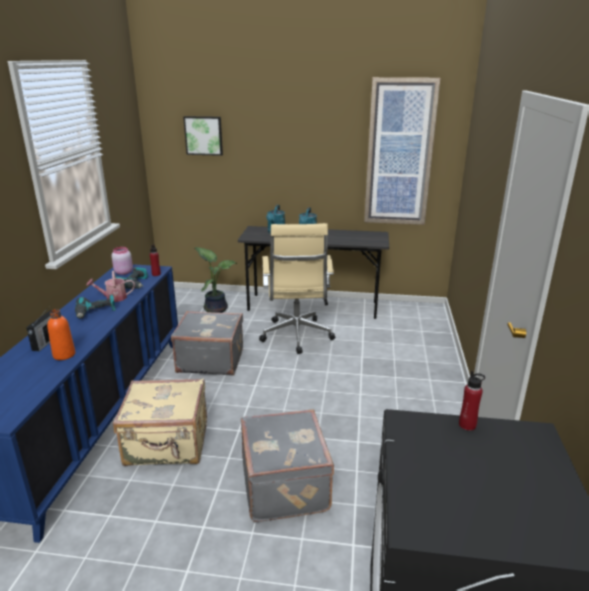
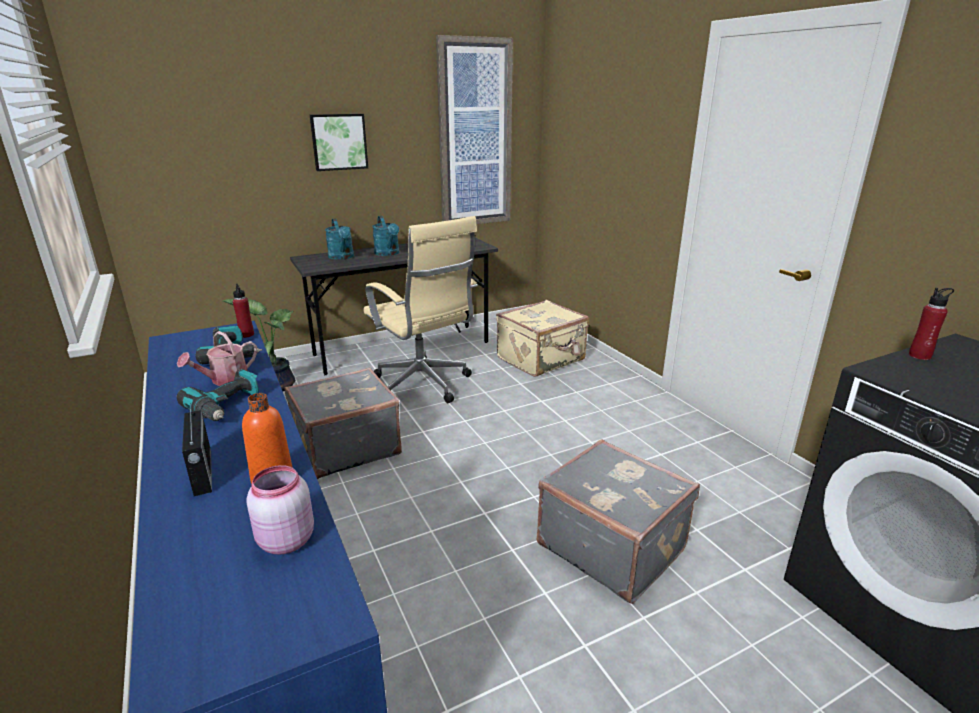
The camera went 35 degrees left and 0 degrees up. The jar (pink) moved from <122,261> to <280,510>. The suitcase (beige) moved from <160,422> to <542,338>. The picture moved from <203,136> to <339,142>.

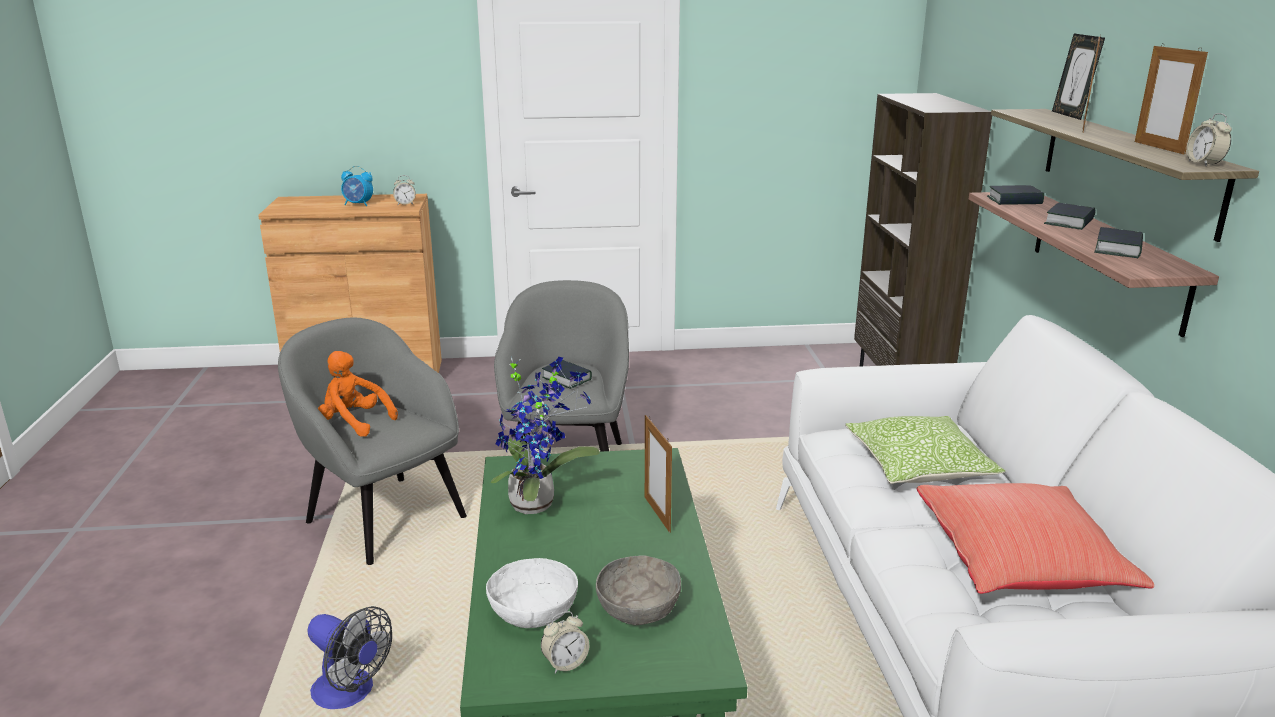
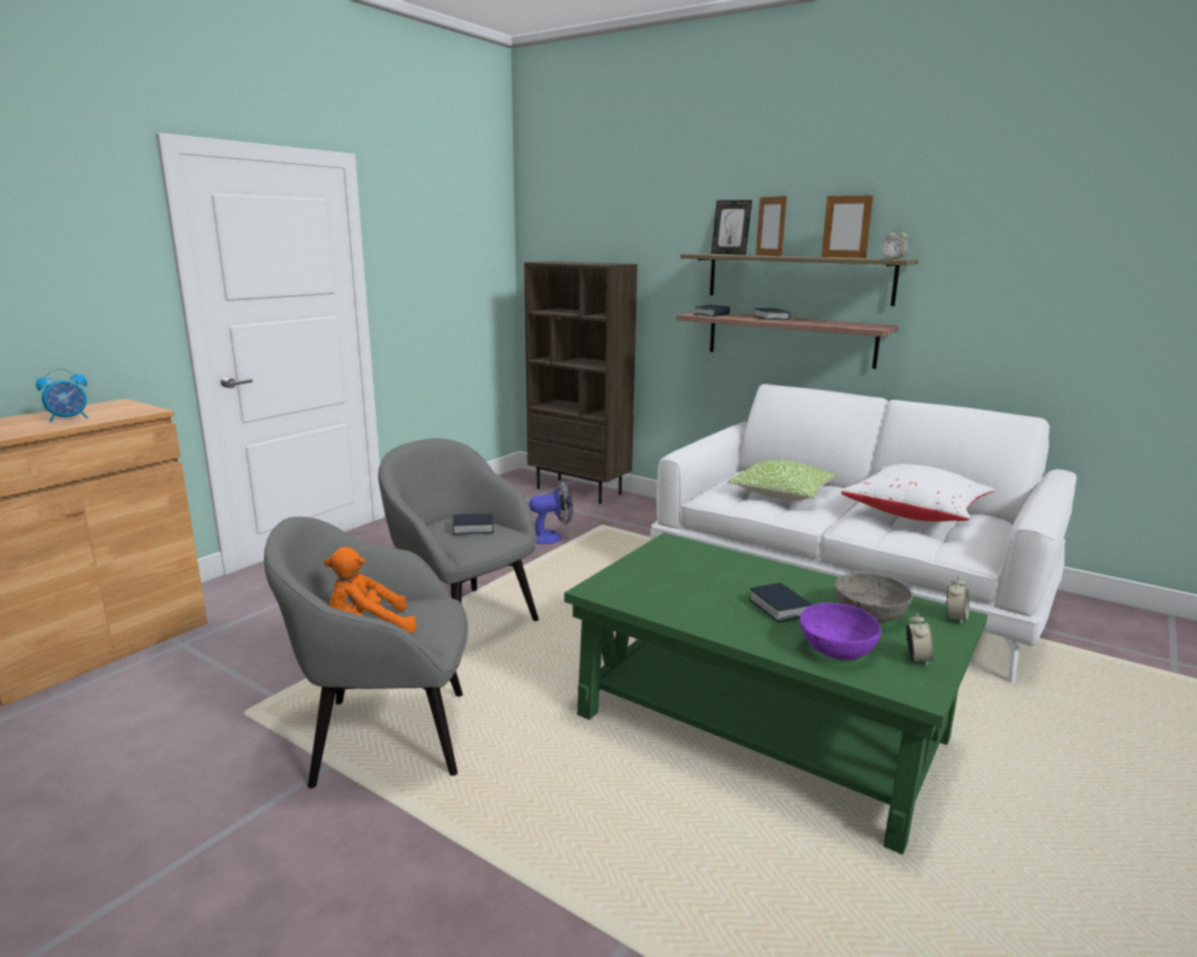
The camera went 50 degrees left and 5 degrees down. The fan moved from <350,657> to <551,512>. The alarm clock moved from <404,190> to <957,600>. The bowl (white) at <532,593> became the bowl (purple) at <840,631>. The potted plant at <545,435> disappeared. The picture frame at <658,474> disappeared. The pillow (red) at <1035,538> became the pillow (white) at <918,492>. The book moved from <1118,242> to <780,603>.

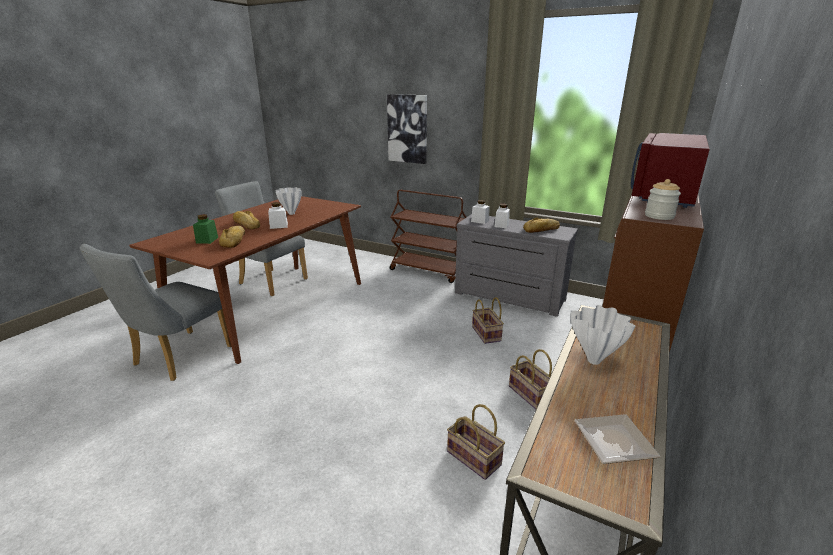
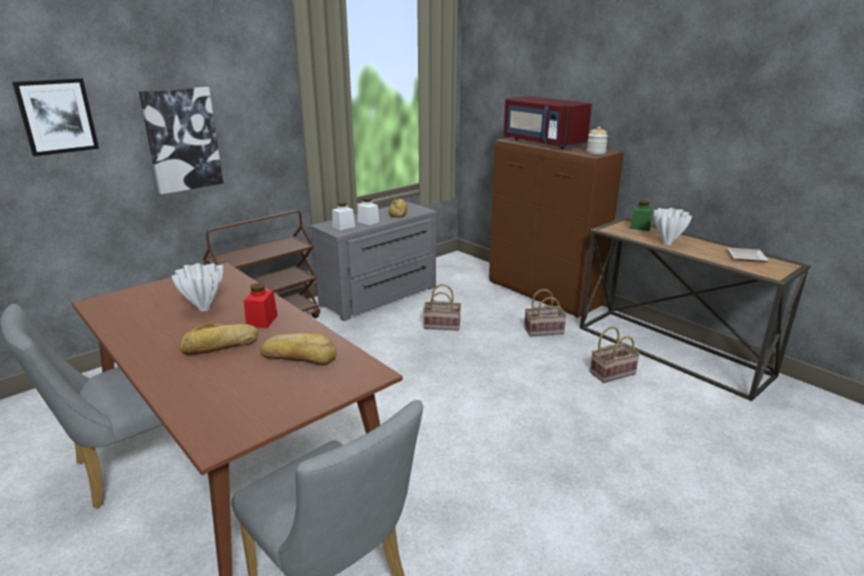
The camera went 70 degrees left and 0 degrees up. The jar (green) moved from <205,229> to <641,216>. The jar (white) at <278,215> became the jar (red) at <261,305>. The picture at <55,117> appeared.

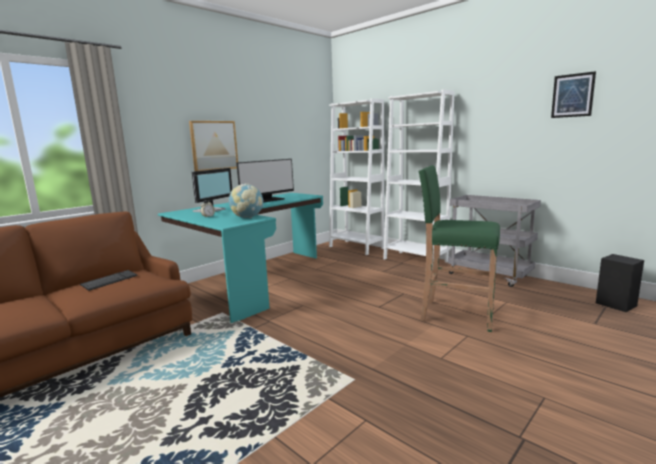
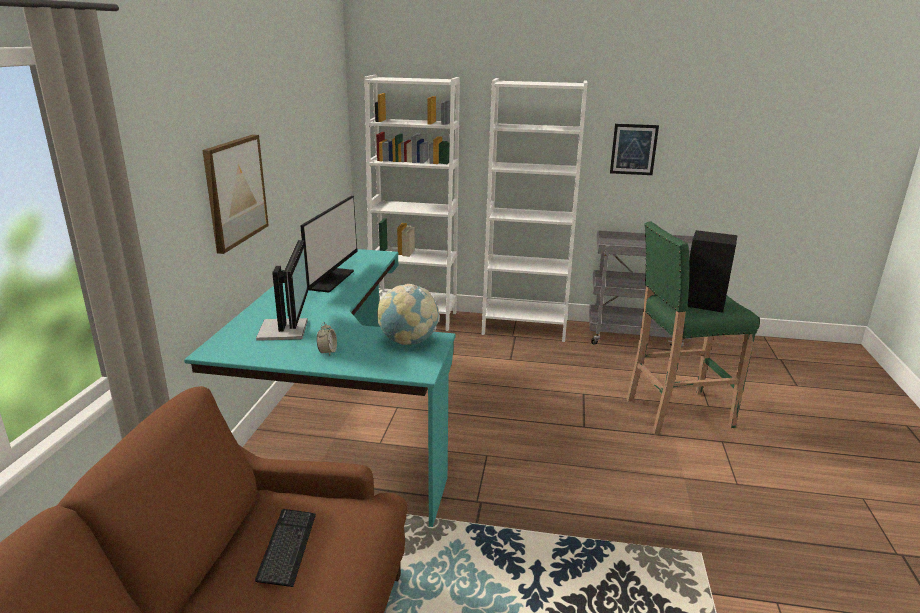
The camera went 35 degrees left and 10 degrees up. The picture moved from <573,94> to <634,149>. The speaker (black) moved from <620,283> to <712,271>.

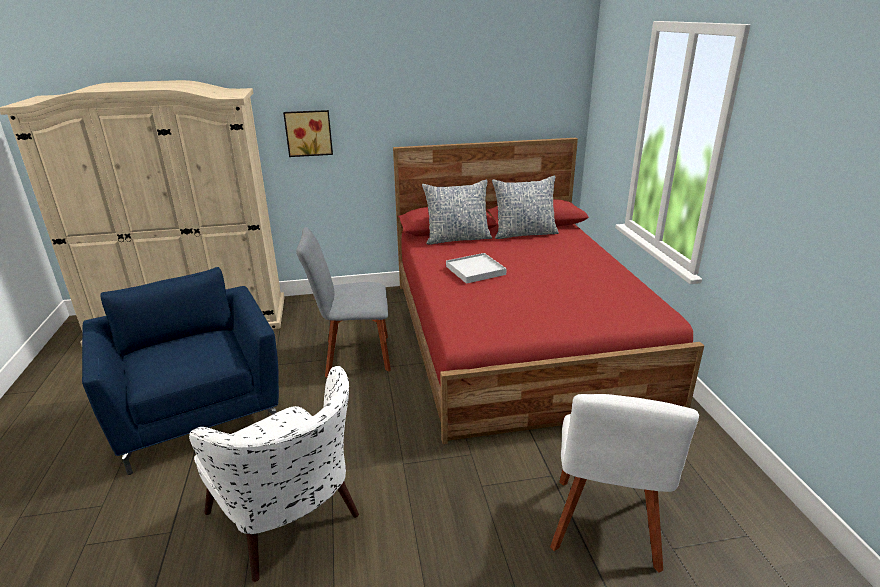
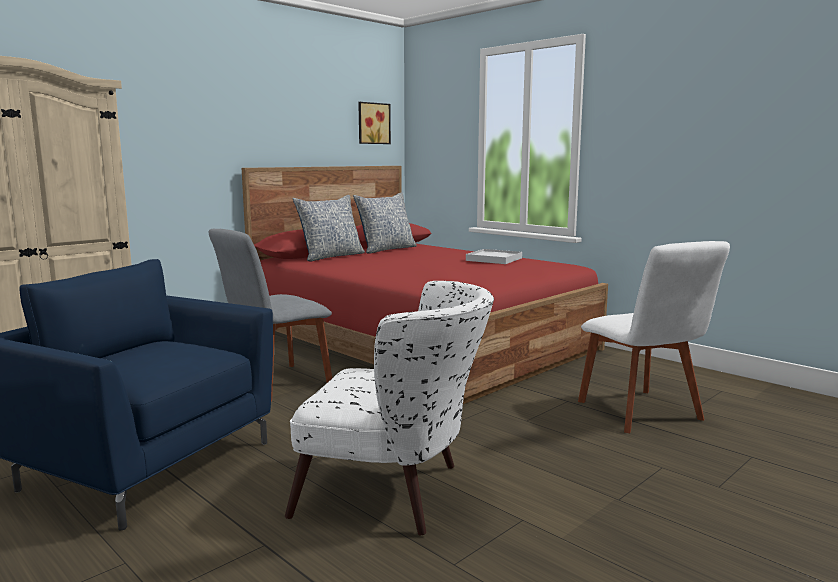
The camera went 35 degrees left and 15 degrees down. The picture moved from <308,133> to <374,123>. The tray (white) moved from <476,268> to <494,256>.

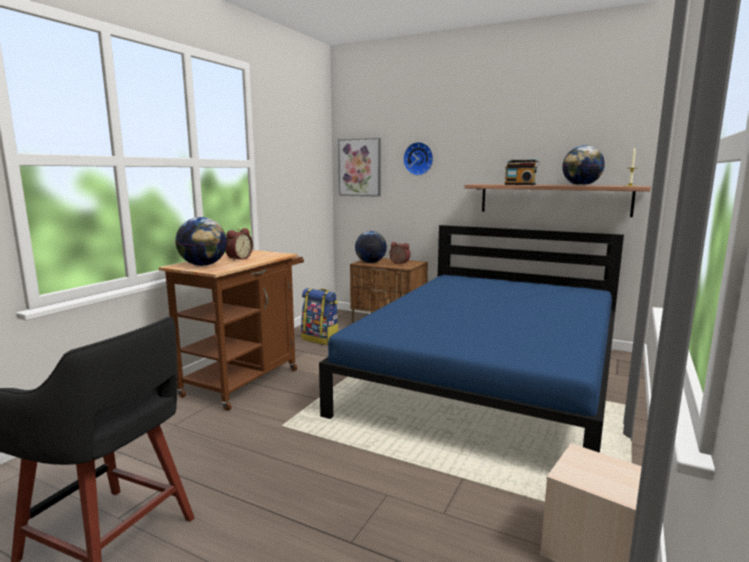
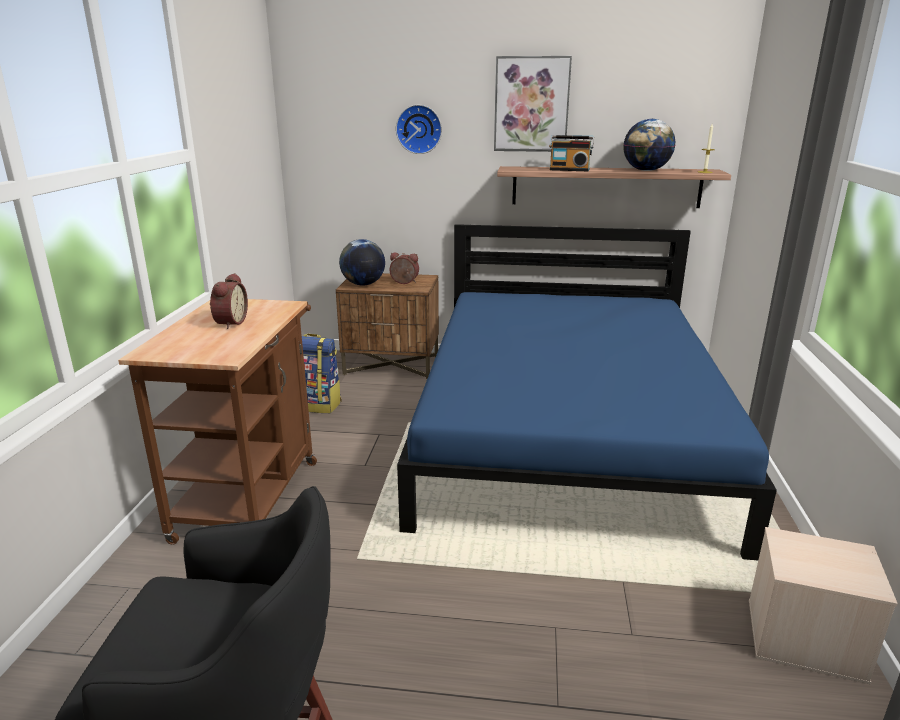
The camera went 20 degrees left and 10 degrees up. The globe at <201,241> disappeared. The picture moved from <359,167> to <533,104>.

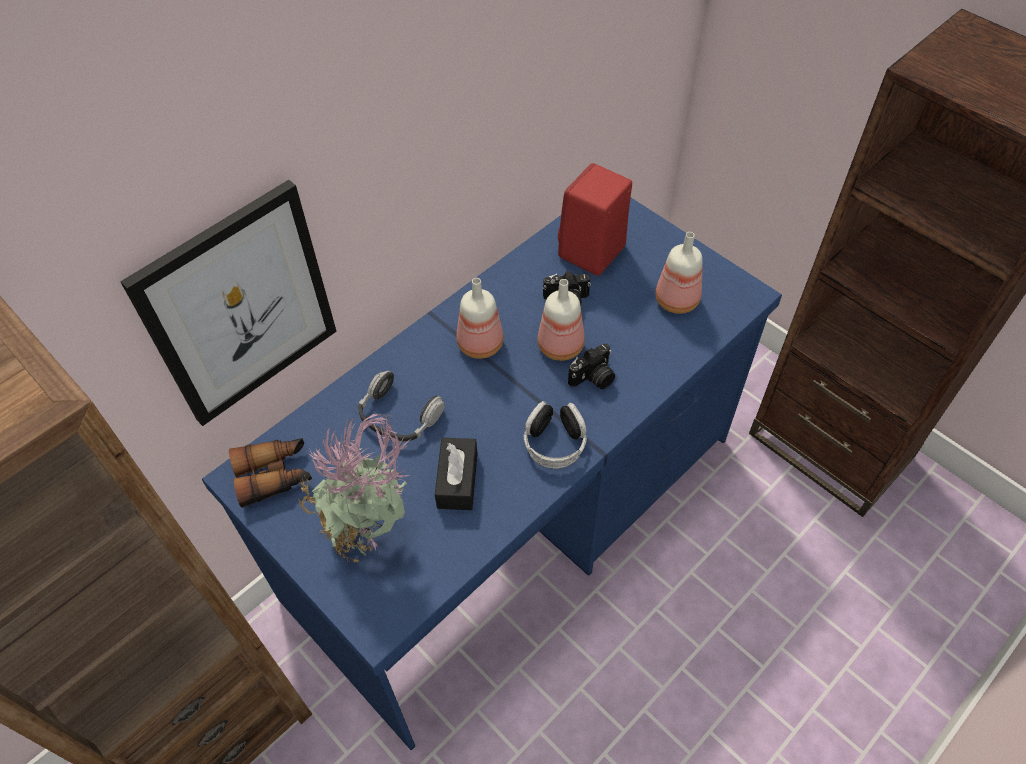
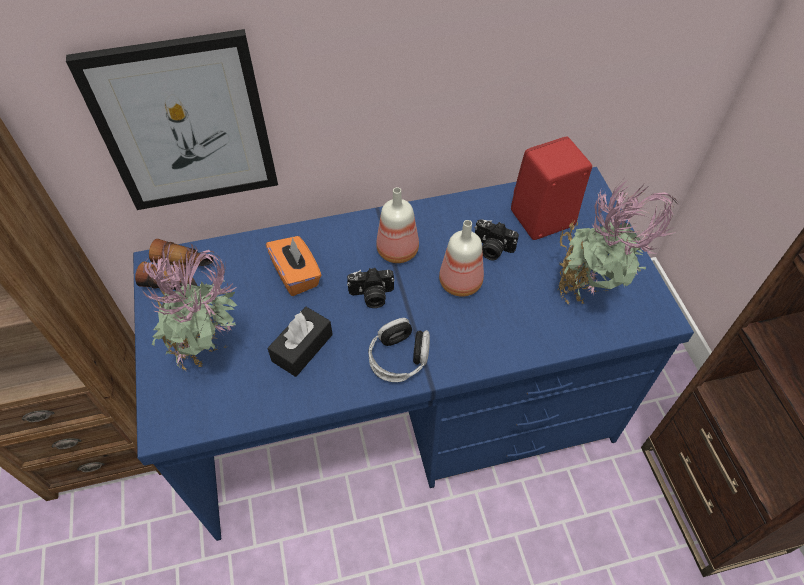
The camera went 30 degrees right and 0 degrees up. The headphones at <401,406> was replaced by the tissue box (orange) at <294,266>. The photo camera moved from <591,366> to <371,288>. The bottle at <679,273> was replaced by the potted plant at <618,242>.

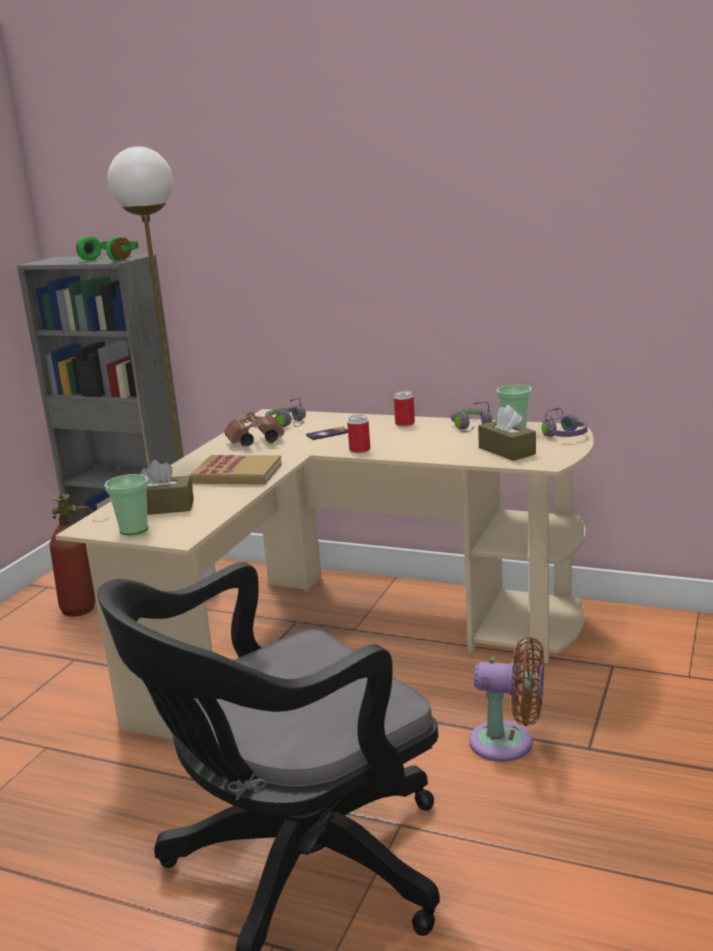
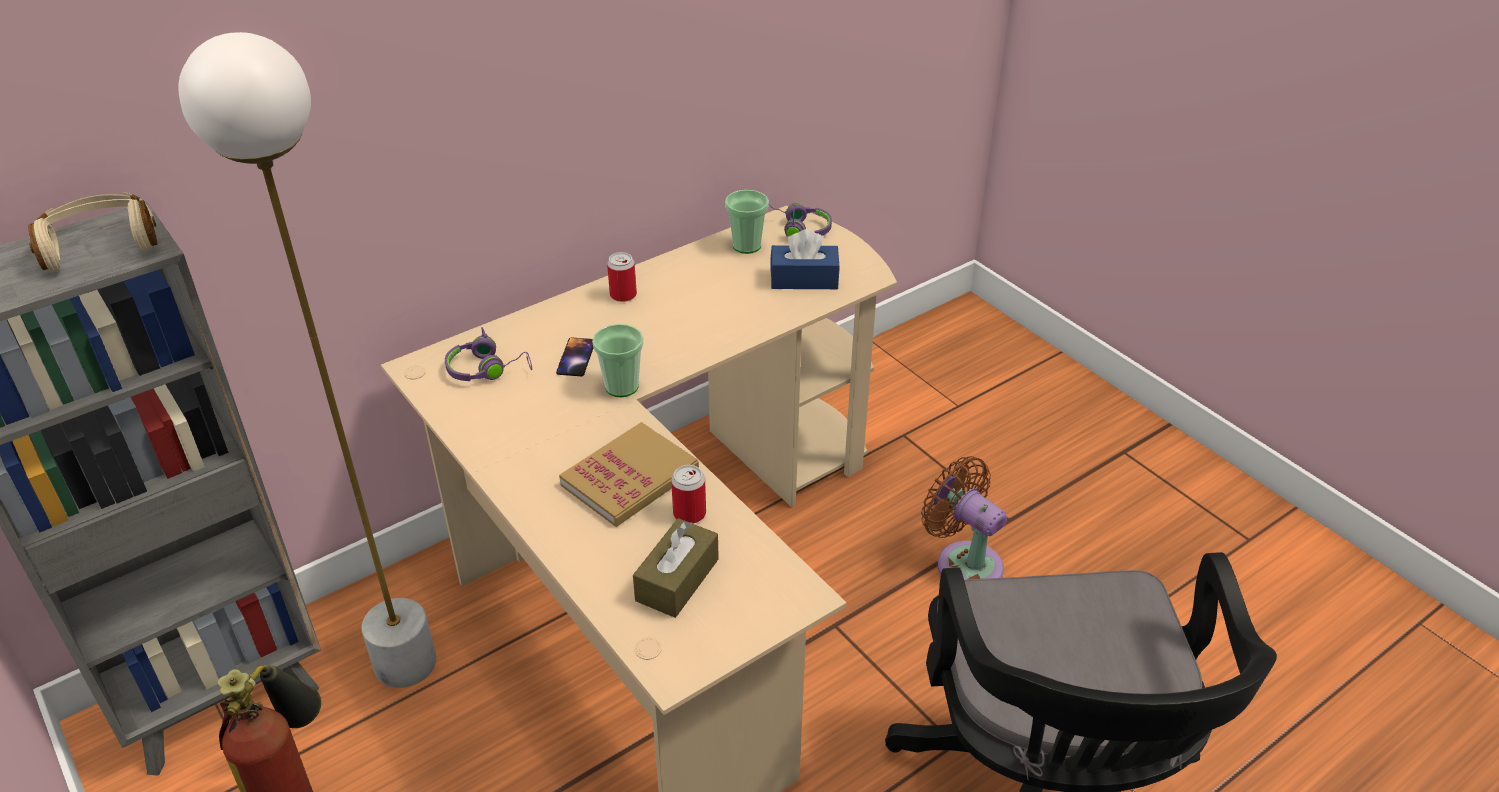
The camera went 60 degrees left and 20 degrees up. The headphones (green) at <107,248> became the headphones (beige) at <92,231>. The cup moved from <127,504> to <618,360>. The binoculars (brown) at <254,429> disappeared. The can moved from <358,434> to <688,494>. The headphones (purple) at <471,417> disappeared. The fan (brown) at <506,699> turned 90 degrees counterclockwise. The tissue box (brown) at <507,433> became the tissue box (blue) at <805,259>.

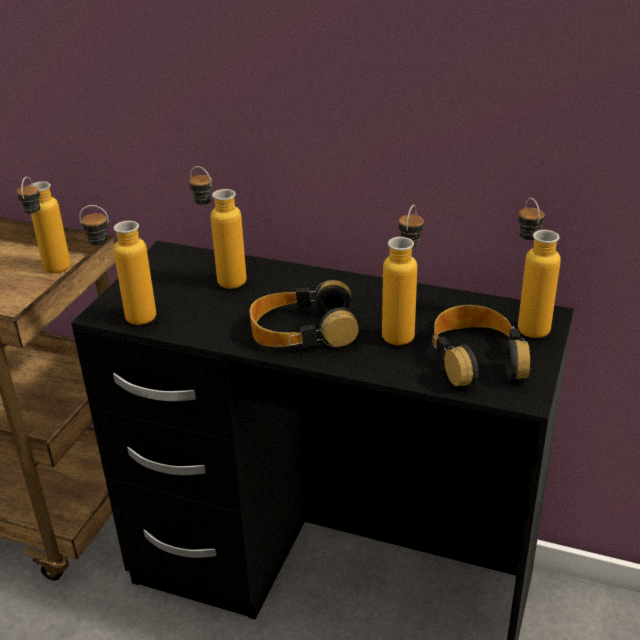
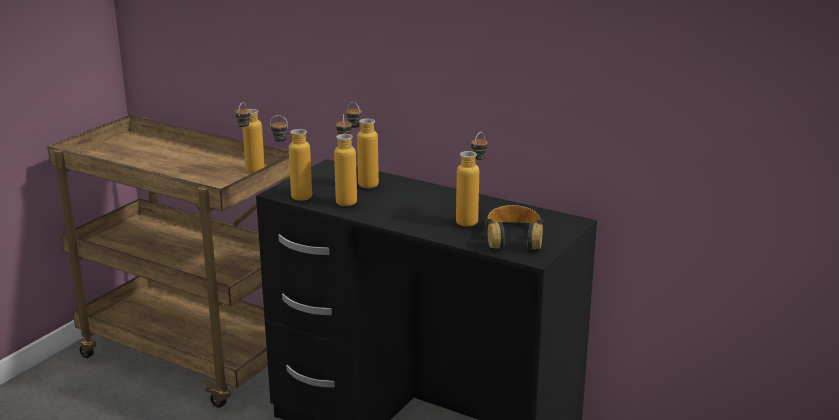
The camera went 10 degrees right and 10 degrees down. The headphones at <304,313> disappeared. The bottle moved from <539,268> to <345,160>.

